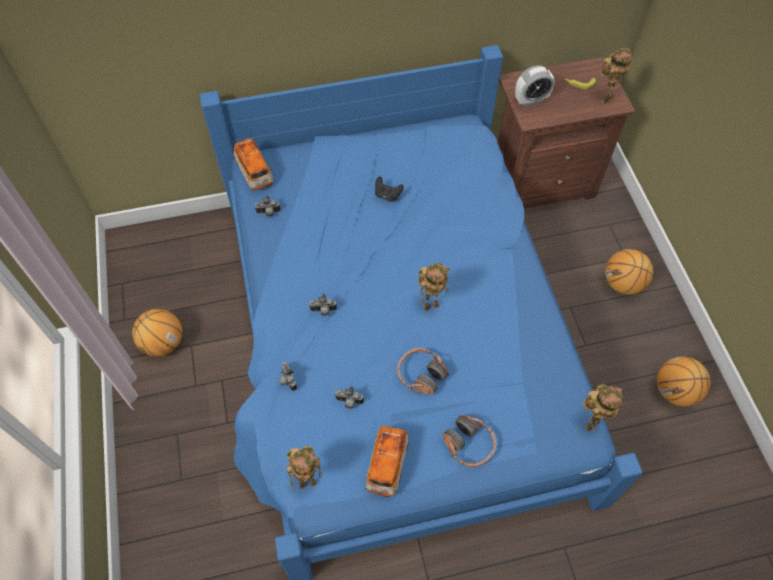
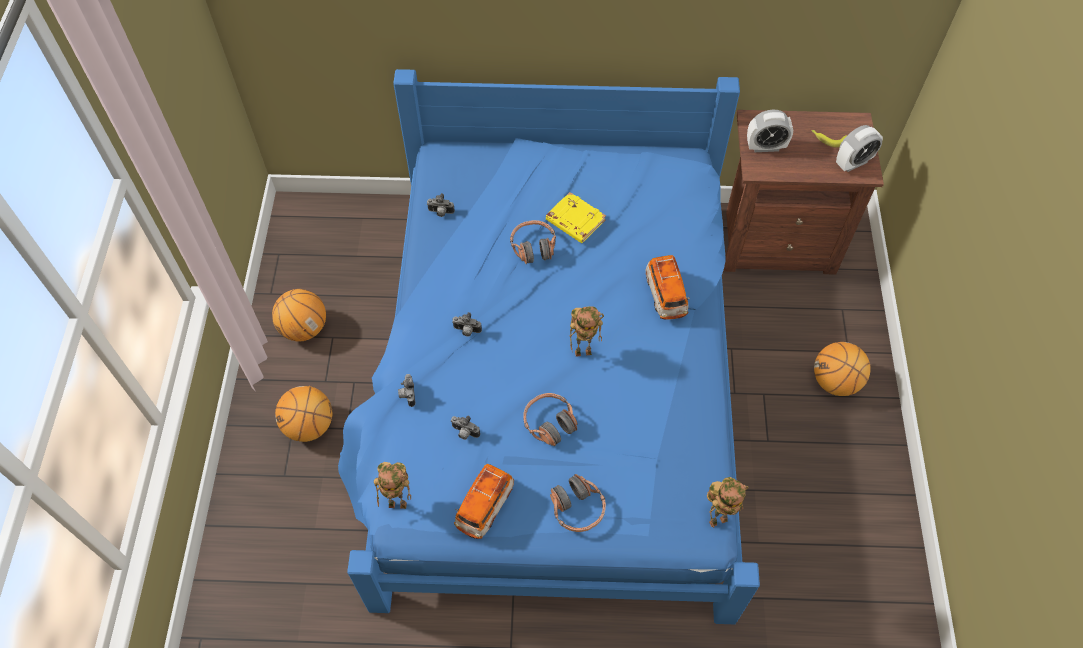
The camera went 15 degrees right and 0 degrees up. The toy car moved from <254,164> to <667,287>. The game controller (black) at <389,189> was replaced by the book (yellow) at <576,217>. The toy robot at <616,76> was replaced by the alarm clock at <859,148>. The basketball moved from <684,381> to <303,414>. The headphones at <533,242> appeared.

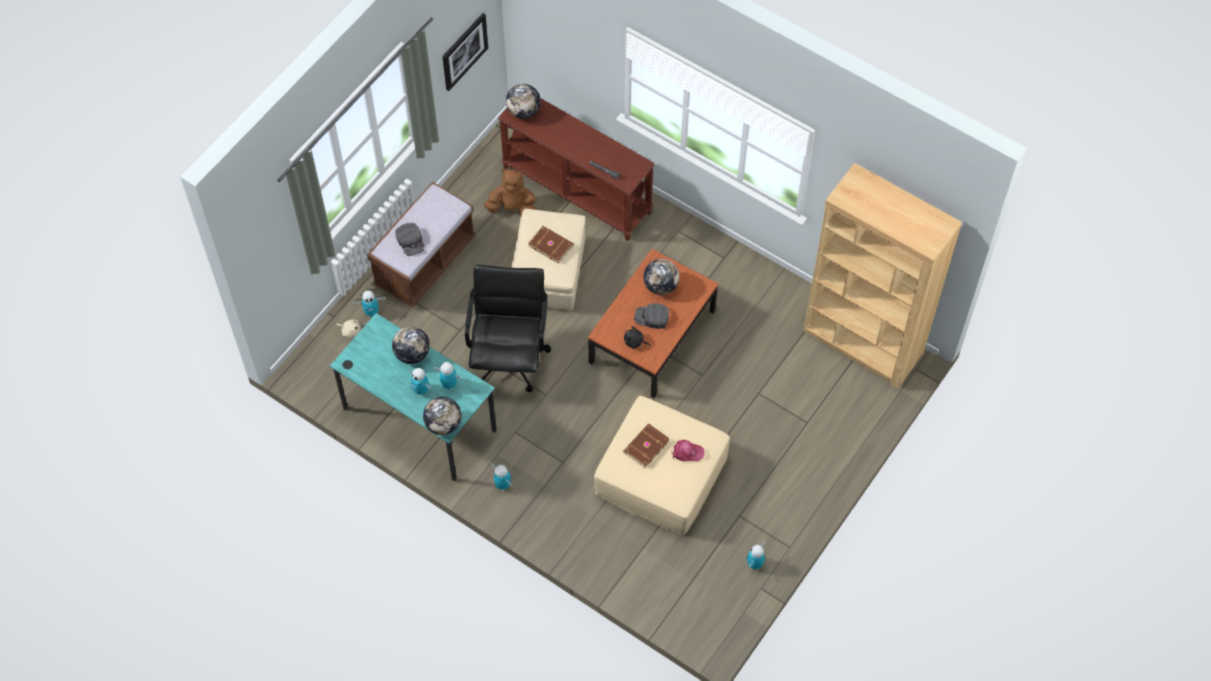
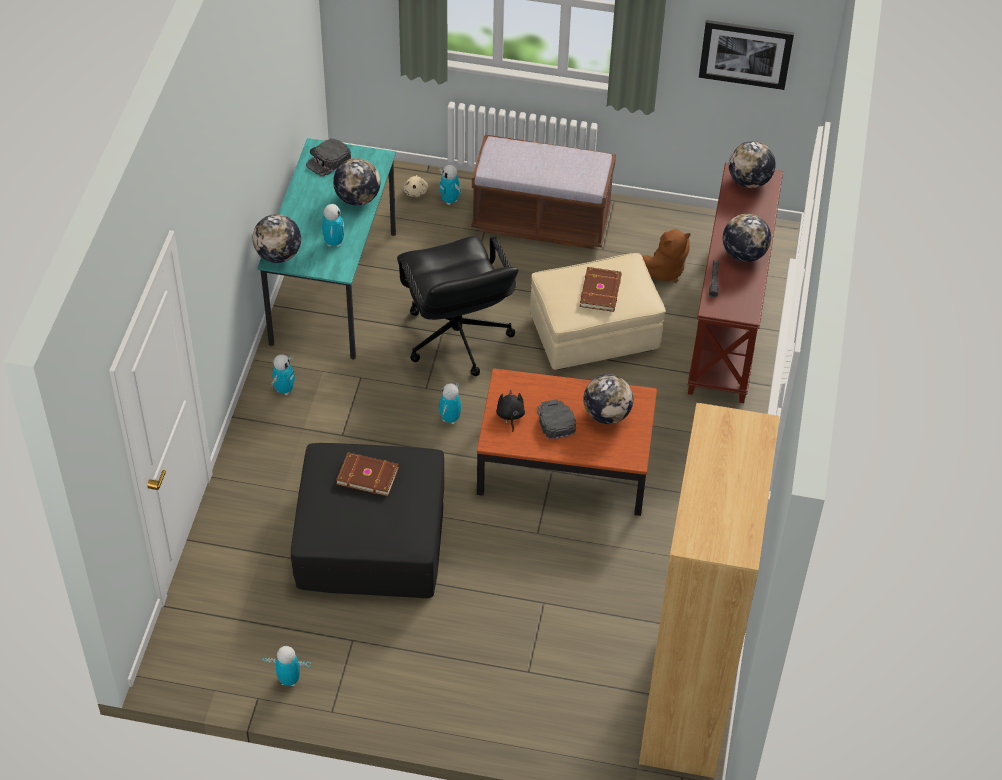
The camera went 65 degrees right and 10 degrees down. The cap (black) moved from <410,239> to <328,157>. The toy robot moved from <419,381> to <449,403>. The office chair (black) at <508,328> turned 90 degrees clockwise. The plush toy (brown) at <510,192> turned 75 degrees clockwise. The ottoman (beige) at <662,465> became the ottoman (black) at <367,520>. The cap (pink) at <688,450> disappeared. The globe at <747,238> appeared.

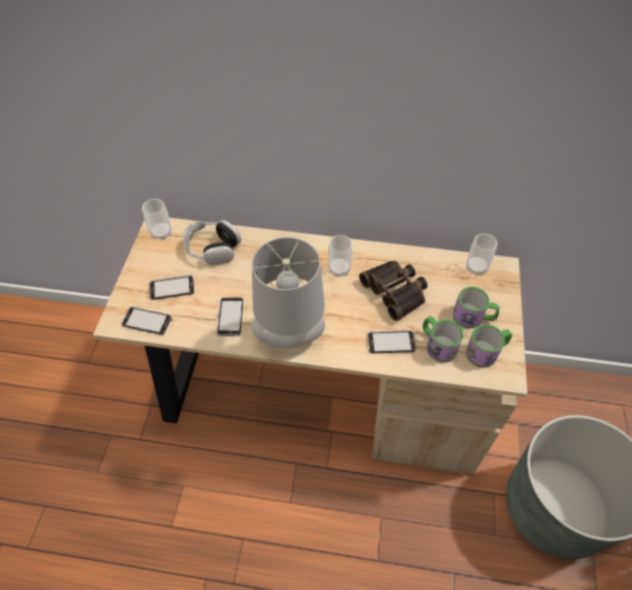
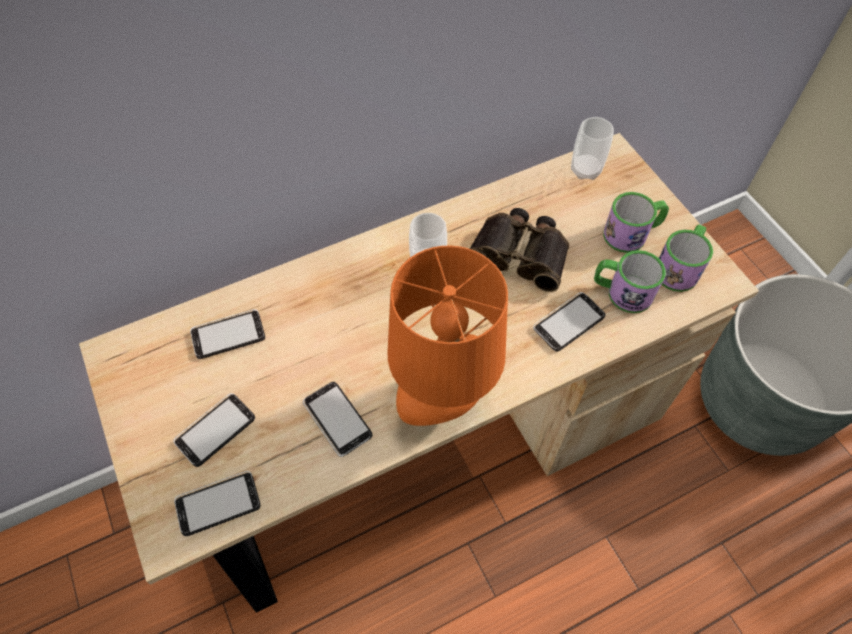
The camera went 35 degrees left and 5 degrees up. The cup at <156,219> disappeared. The headphones at <212,242> was replaced by the phone at <227,334>. The table lamp (grey) at <288,292> became the table lamp (orange) at <448,336>.

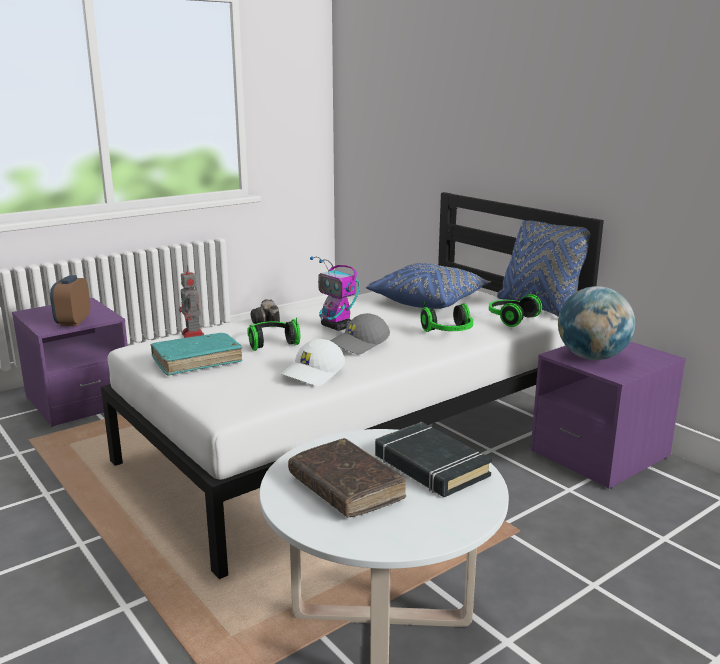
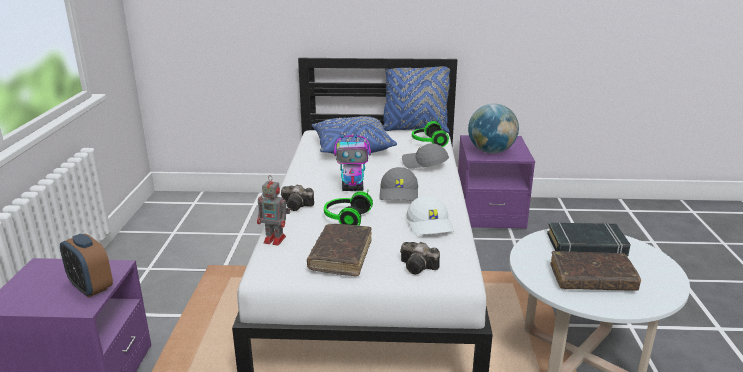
The camera went 50 degrees left and 5 degrees up. The book (turquoise) at <196,354> became the book (brown) at <339,250>. The headphones at <447,316> was replaced by the cap (grey) at <425,156>. The photo camera at <420,258> appeared.

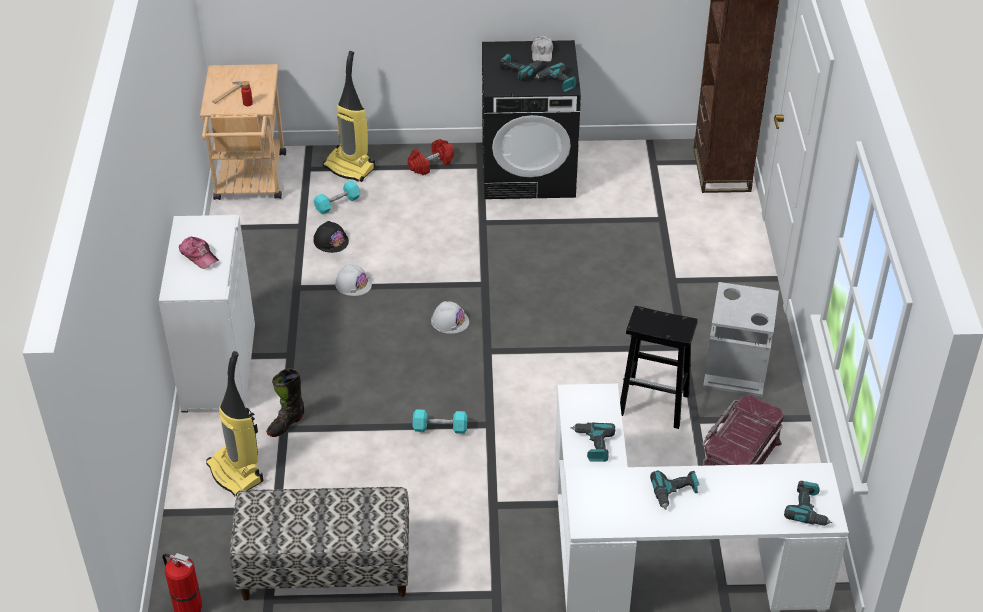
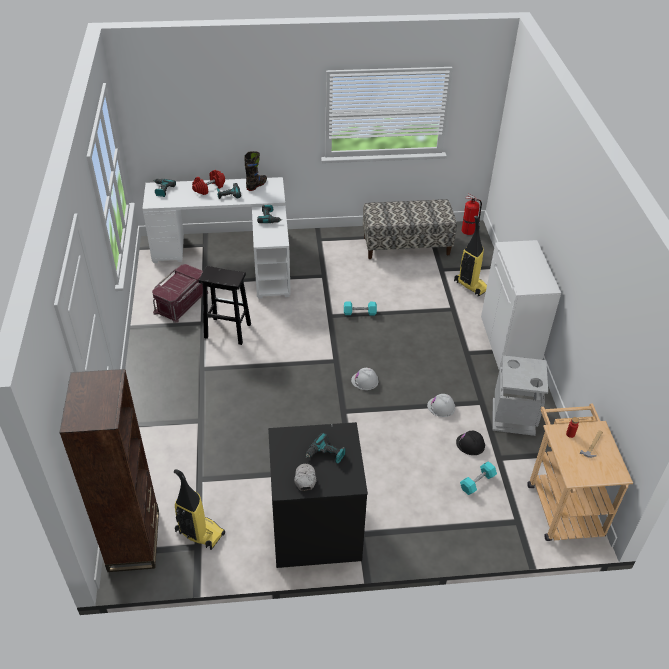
The camera went 175 degrees right and 0 degrees up. The cap at <199,253> disappeared. The boot (black) moved from <285,403> to <255,171>. The vacuum cleaner moved from <349,116> to <199,509>. The dumbbell (red) moved from <431,157> to <208,182>. The power drill at <555,77> disappeared. The trash can (grey) moved from <741,339> to <520,395>.

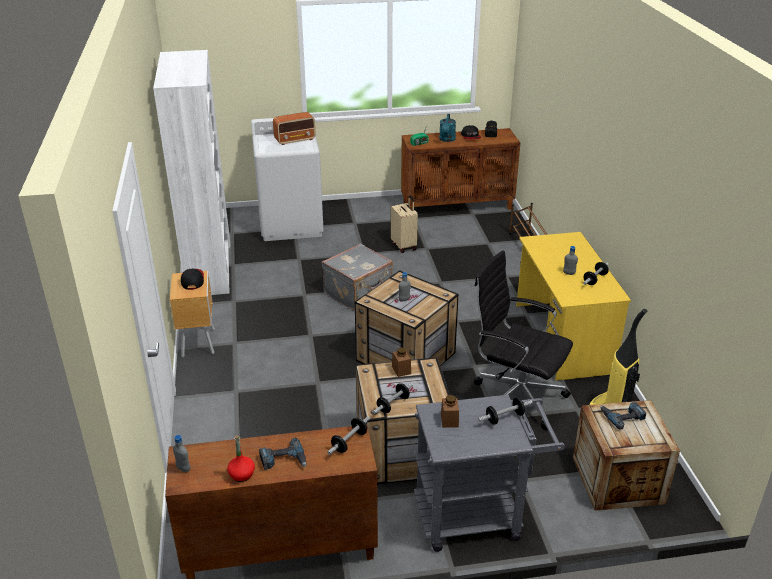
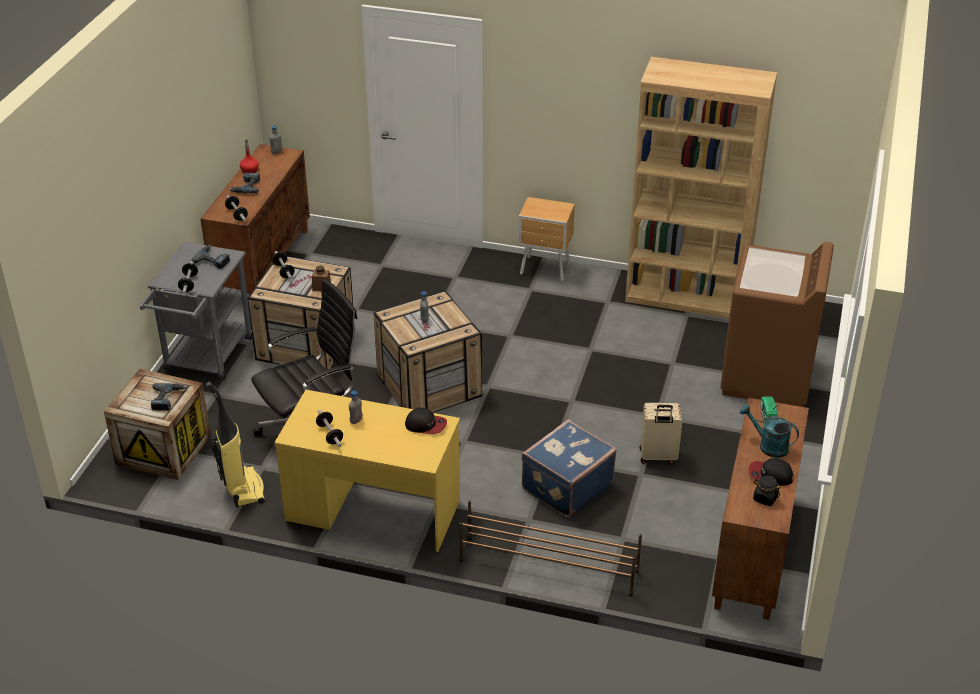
The camera went 115 degrees right and 5 degrees up. The bookcase (white) at <192,172> became the bookcase (brown) at <701,188>. The cap moved from <192,279> to <426,421>. The washing machine (white) at <287,178> became the washing machine (brown) at <777,324>. The radio at <294,128> disappeared. The suitcase (grey) at <357,276> disappeared. The jar (brown) at <450,411> was replaced by the power drill at <210,257>. The suitcase (blue) at <569,468> appeared.

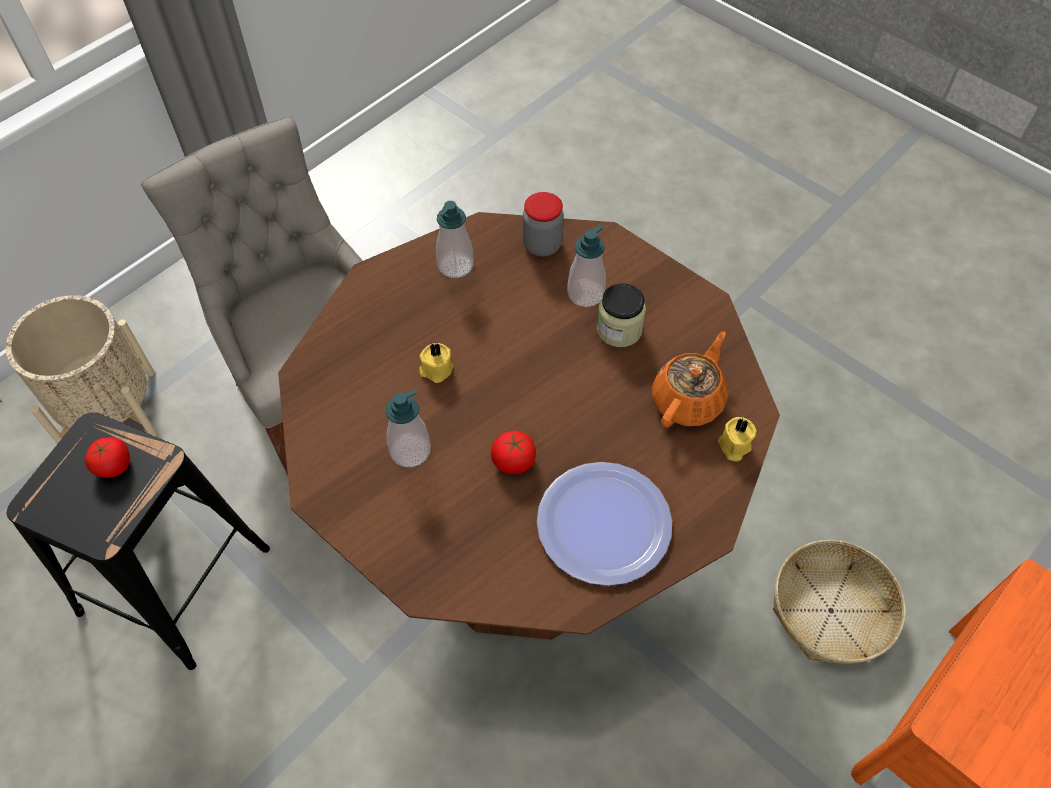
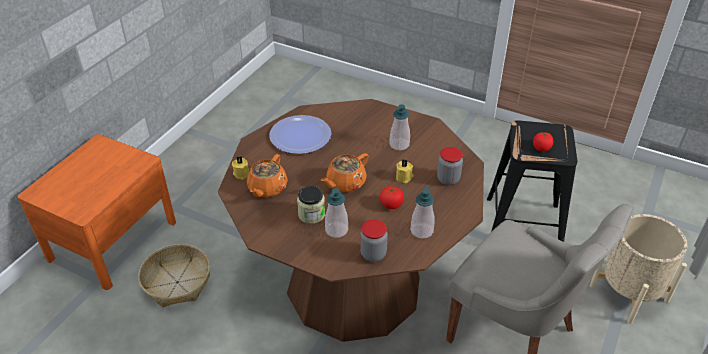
The camera went 165 degrees right and 15 degrees down. The tomato moved from <513,452> to <392,197>. The teapot (orange) at <344,172> appeared. The jar at <450,166> appeared.

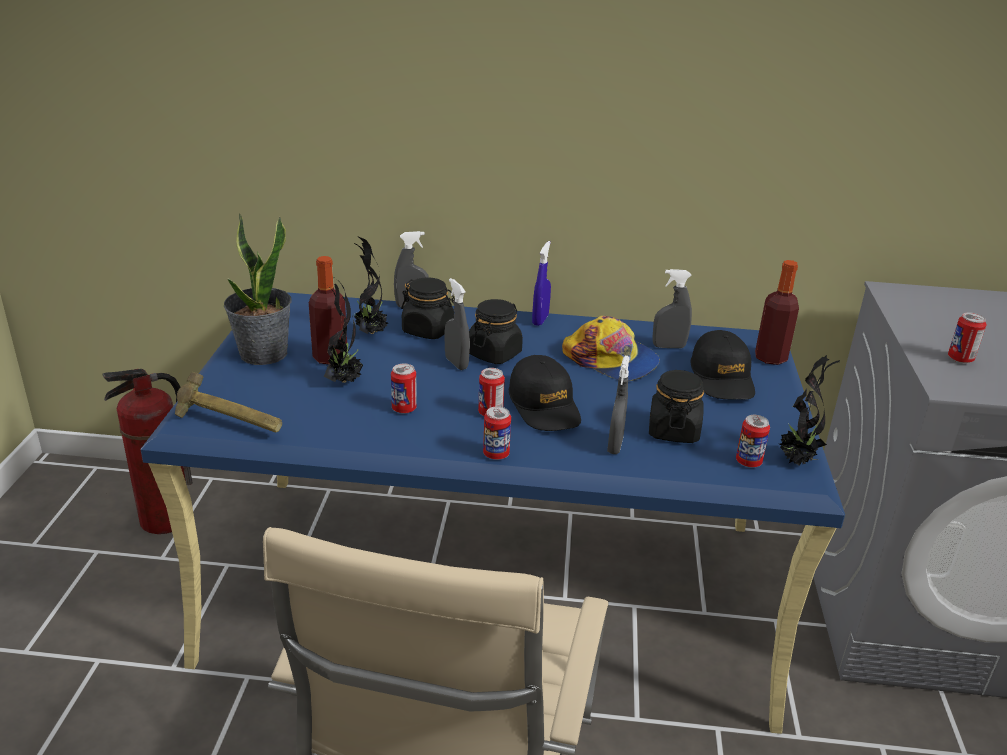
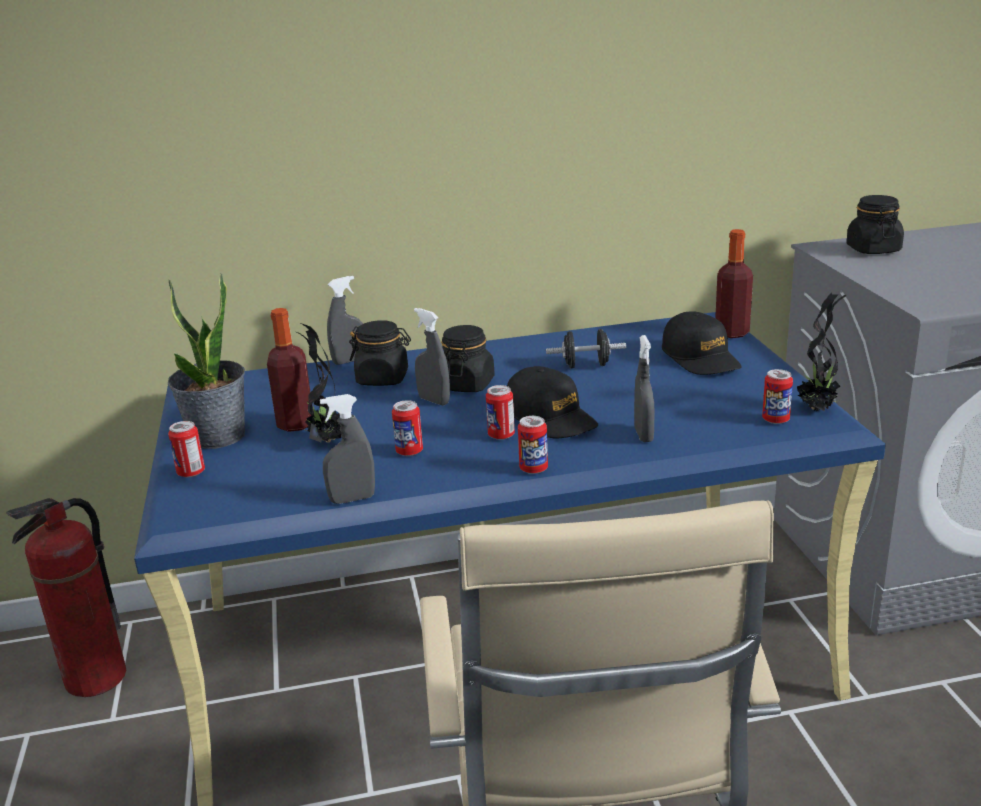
The camera went 15 degrees left and 5 degrees down. The hammer at <228,402> disappeared. The potted plant at <371,285> disappeared. The spray bottle (blue) at <541,283> disappeared. The cap at <611,348> was replaced by the dumbbell (black) at <586,348>. The jar (black) moved from <676,406> to <875,224>. The spray bottle (grey) moved from <672,308> to <347,449>. The can moved from <967,337> to <186,449>.

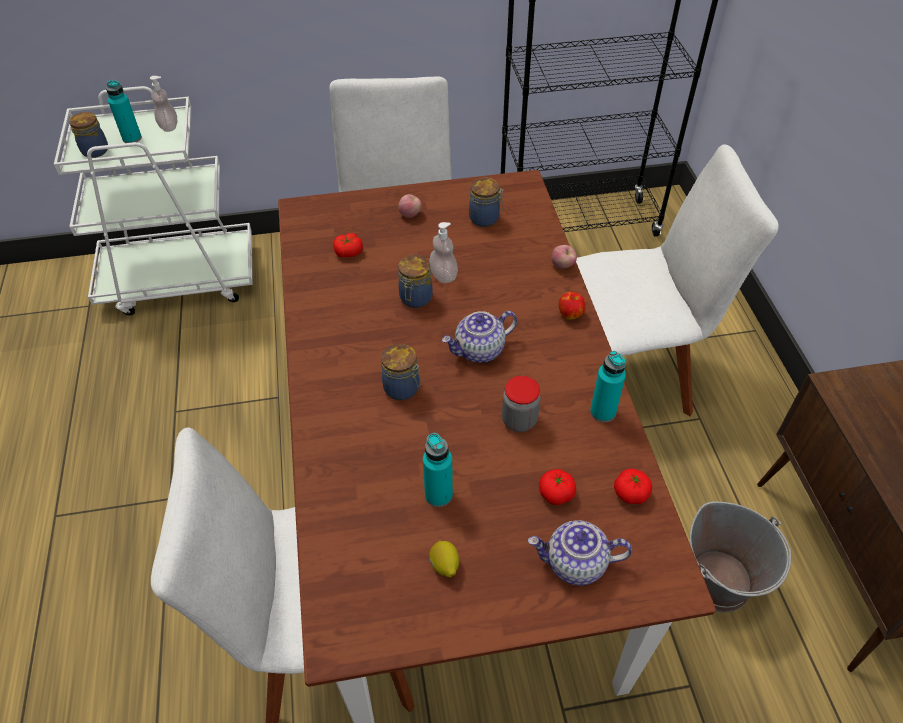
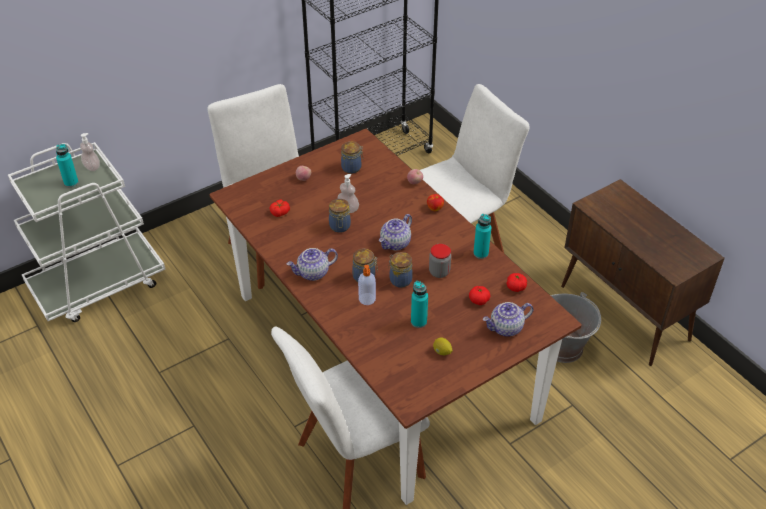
The camera went 25 degrees left and 5 degrees down. The jar moved from <88,135> to <400,270>. The teapot at <312,264> appeared. The soap dispenser at <367,285> appeared.

